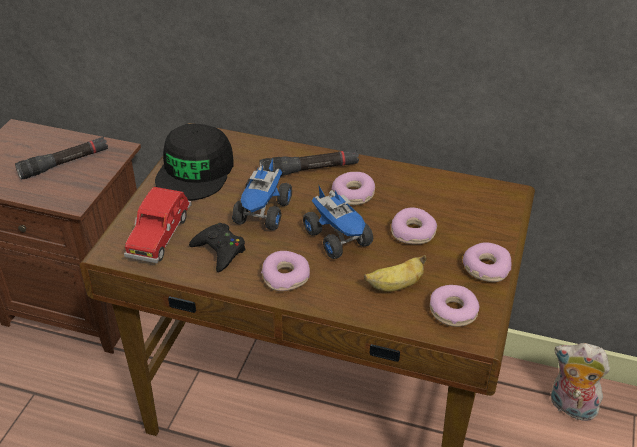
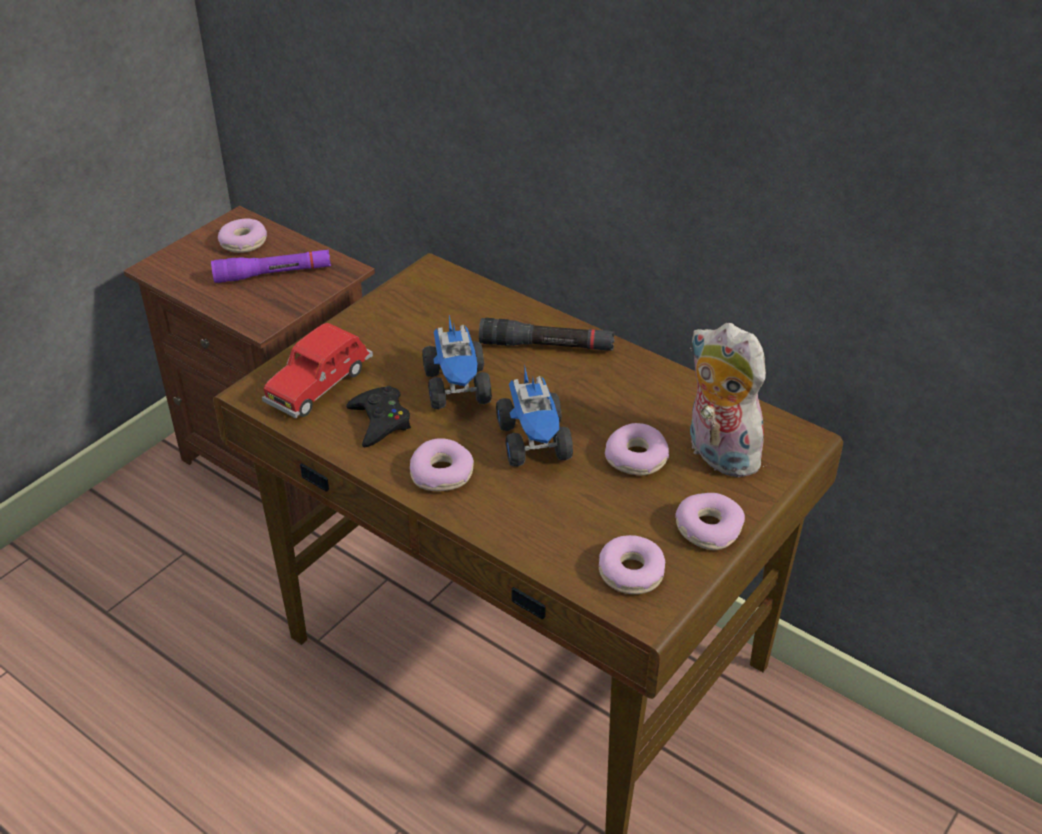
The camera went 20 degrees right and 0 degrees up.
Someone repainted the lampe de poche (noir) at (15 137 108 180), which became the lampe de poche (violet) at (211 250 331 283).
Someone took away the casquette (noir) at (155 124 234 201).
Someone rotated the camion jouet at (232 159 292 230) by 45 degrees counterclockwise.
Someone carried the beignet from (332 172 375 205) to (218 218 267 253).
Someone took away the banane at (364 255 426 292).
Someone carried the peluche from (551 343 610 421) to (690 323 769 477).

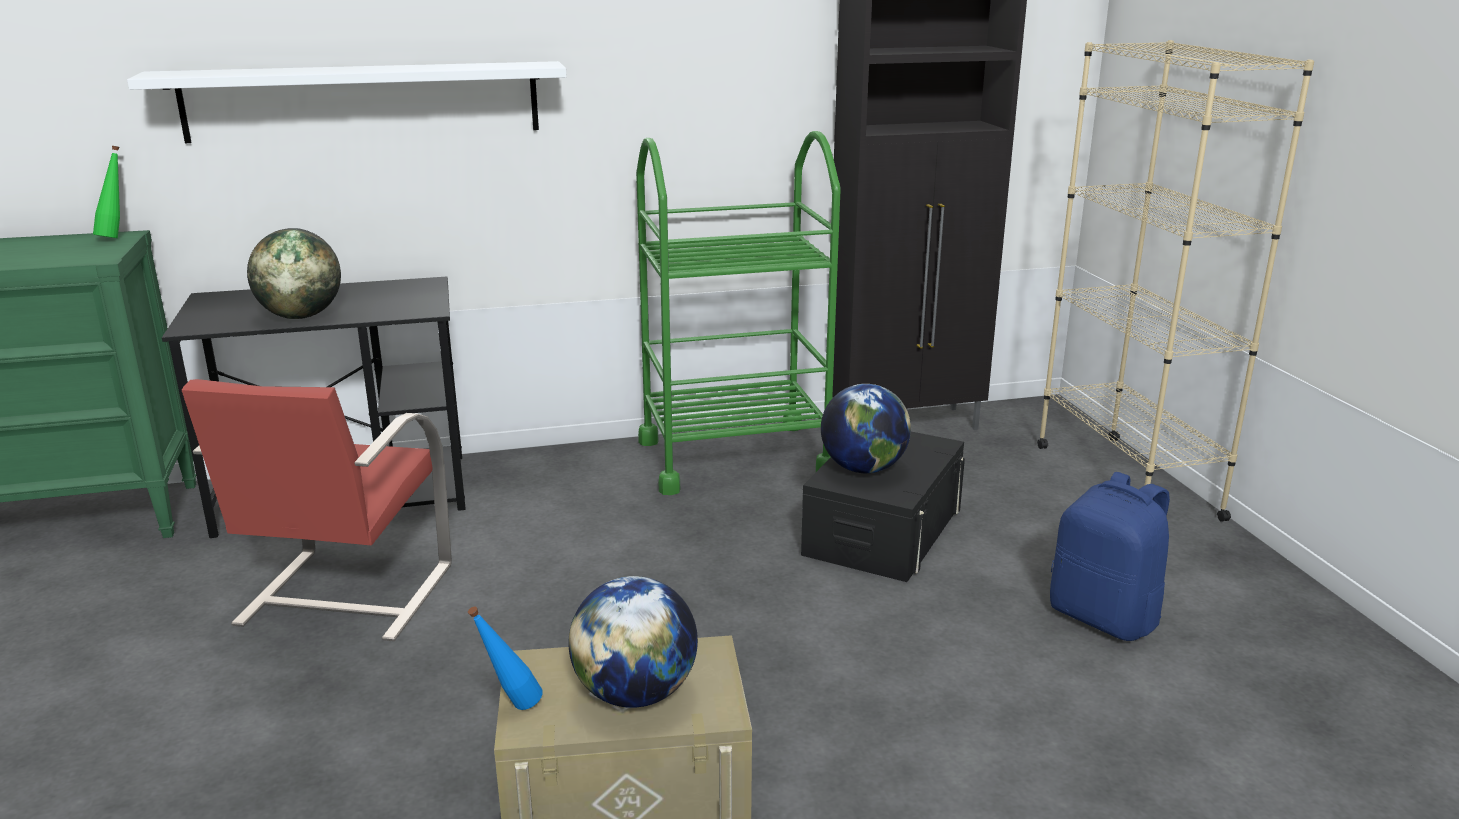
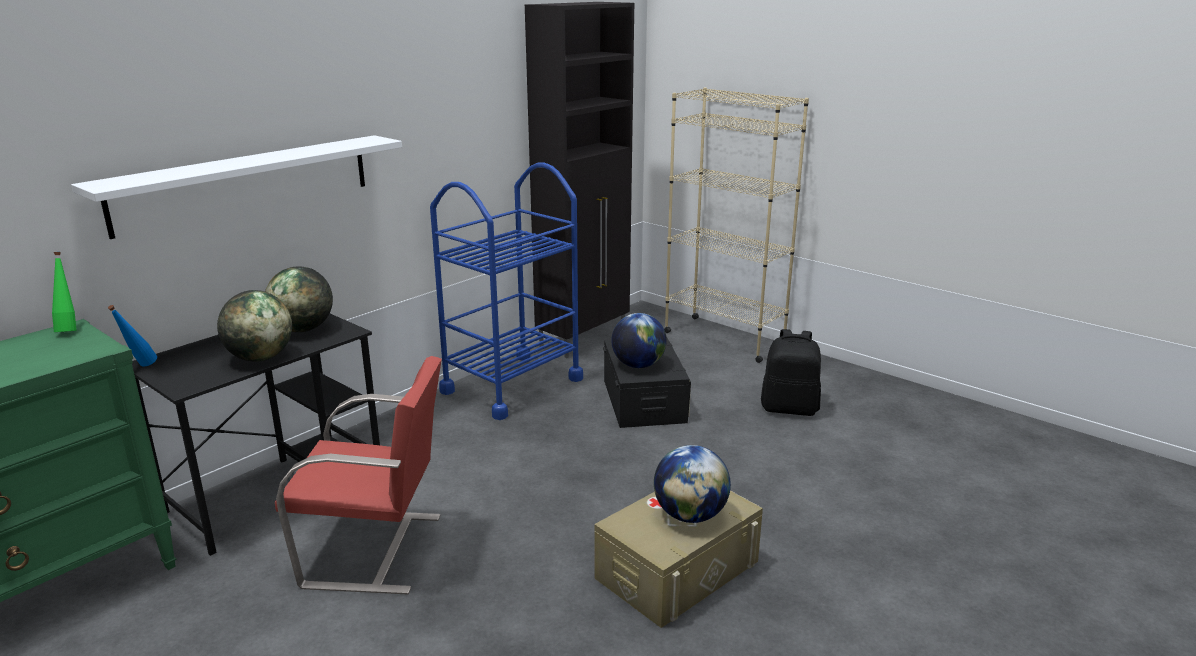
The camera went 35 degrees left and 0 degrees up.
Someone rotated the chaise (rouge) at (182 379 452 641) by 60 degrees counterclockwise.
Someone carried the bouteille (bleu) from (468 607 543 710) to (108 305 157 366).
Someone repainted the chariot (vert) at (636 131 841 495), which became the chariot (bleu) at (430 163 583 420).
Someone repainted the sac à dos (bleu) at (1050 472 1170 641), which became the sac à dos (noir) at (761 329 821 416).
Someone put down the globe at (265 266 333 332).

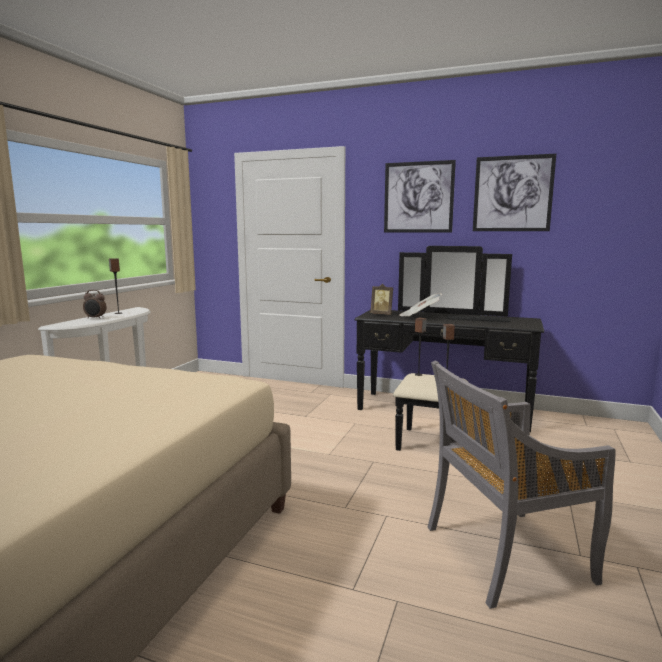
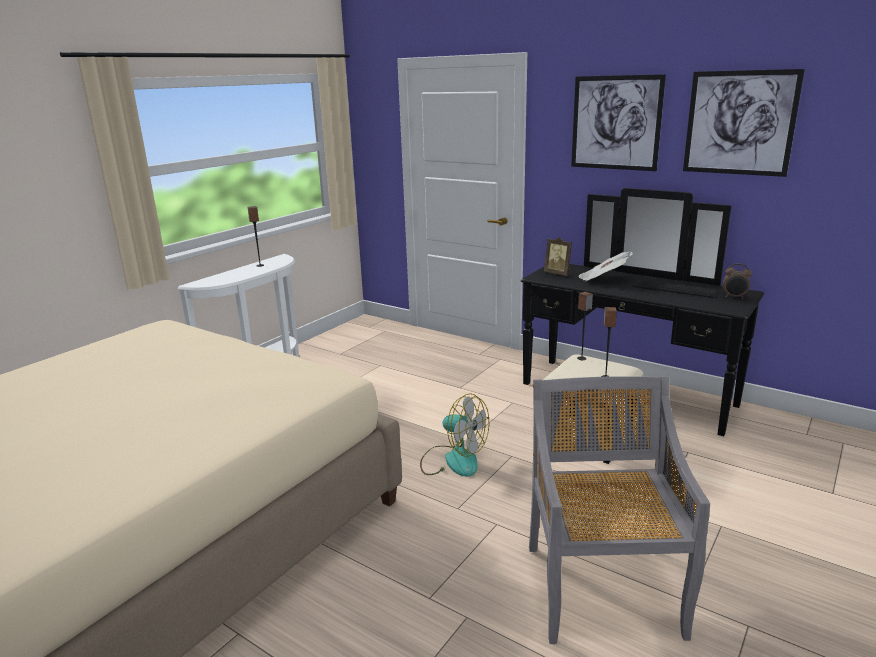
The camera went 15 degrees right and 10 degrees up.
Someone carried the réveil from (83 290 107 319) to (723 264 752 299).
Someone rotated the chaise (gris) at (428 360 616 609) by 90 degrees clockwise.
Someone put down the ventilateur at (420 393 489 477).

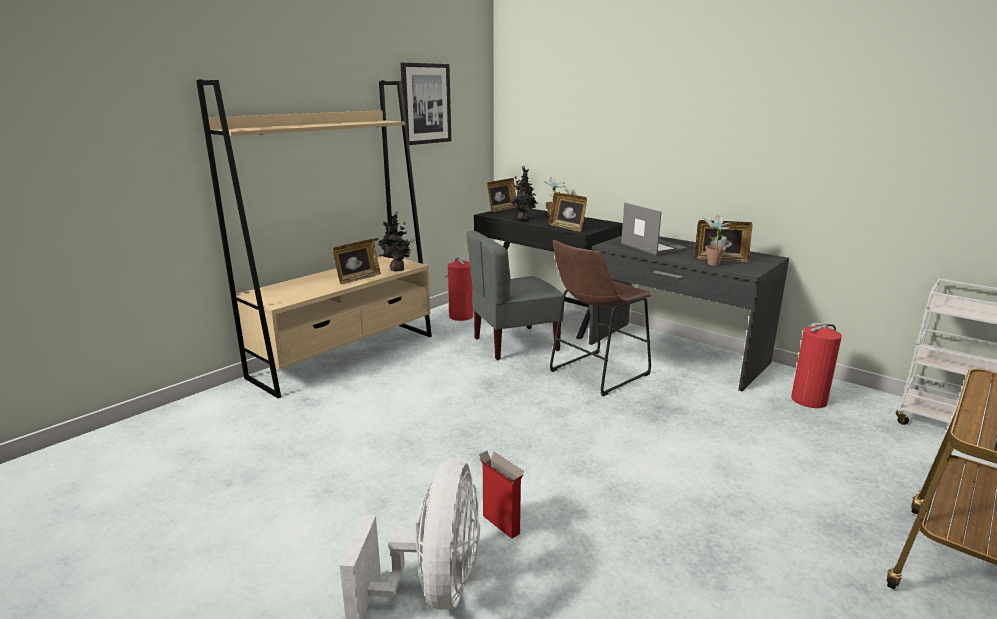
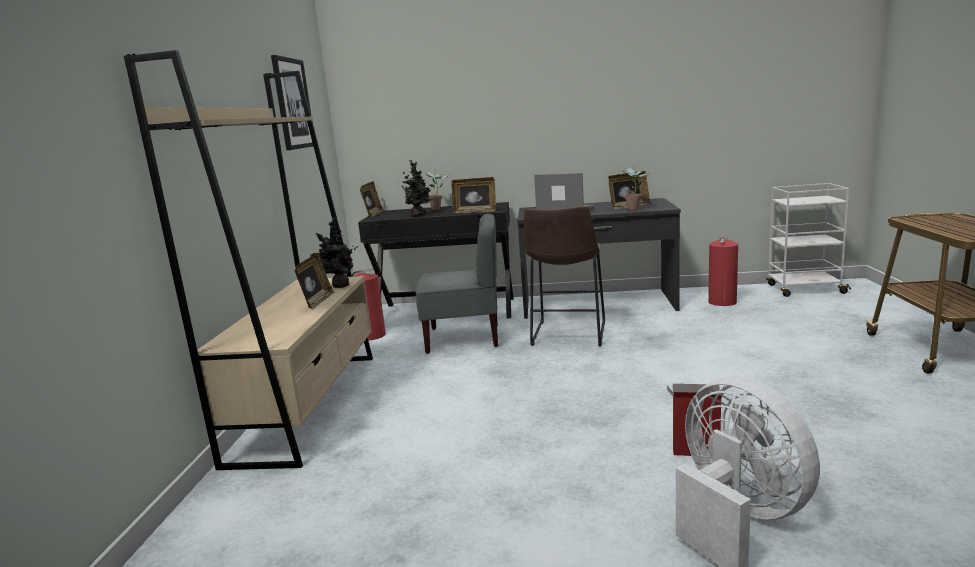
The camera went 35 degrees left and 5 degrees down.
Someone rotated the chaise (gris) at (467 231 564 360) by 120 degrees counterclockwise.

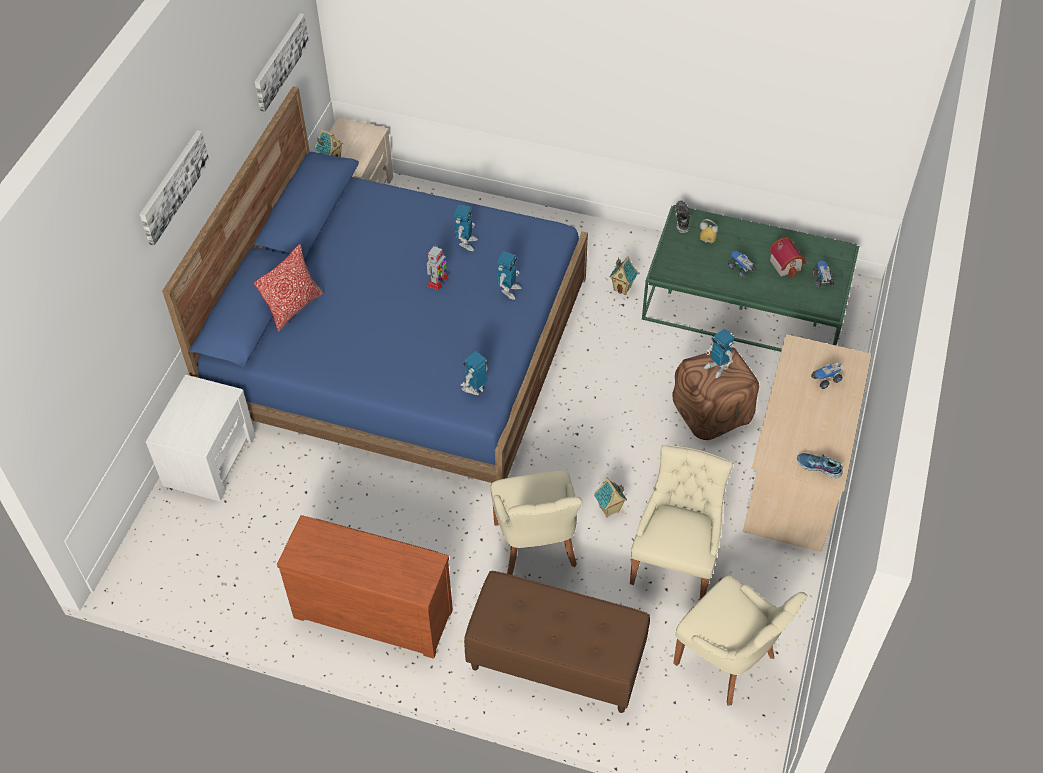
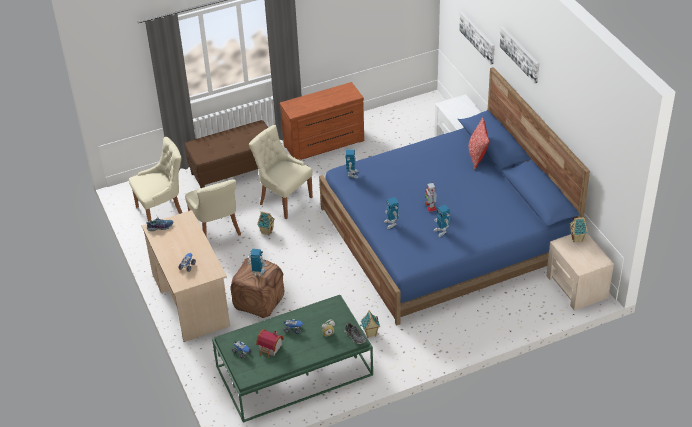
The camera went 140 degrees right and 10 degrees down.
Someone carried the tableau from (254 13 309 112) to (459 12 495 65).
Someone rotated the chaise (beige) at (673 575 808 705) by 150 degrees clockwise.

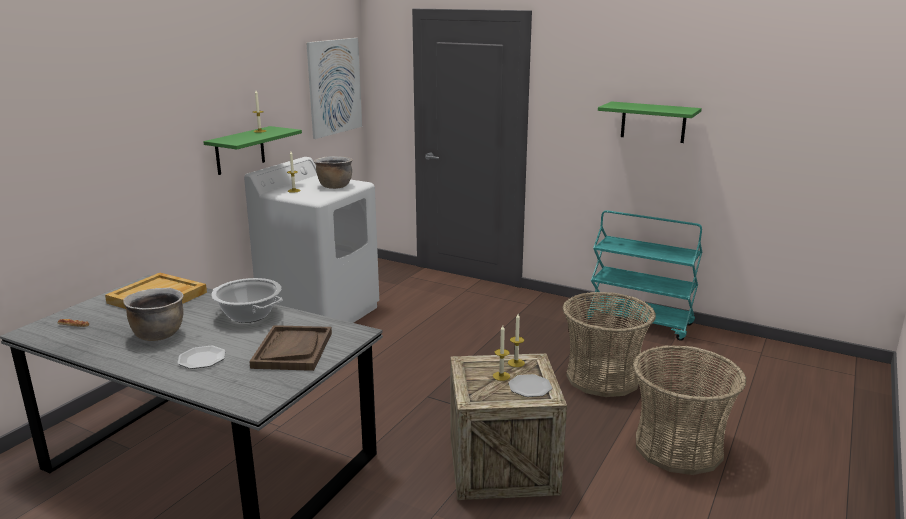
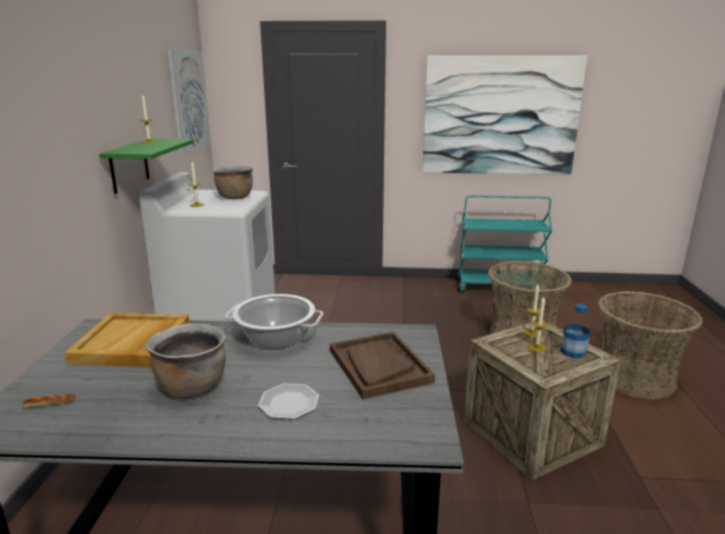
The camera went 25 degrees left and 0 degrees up.
Someone swapped the assiette at (508 374 552 397) for the bouteille at (560 304 590 358).
Someone swapped the étagère (vert) at (598 101 702 143) for the tableau at (422 55 588 175).

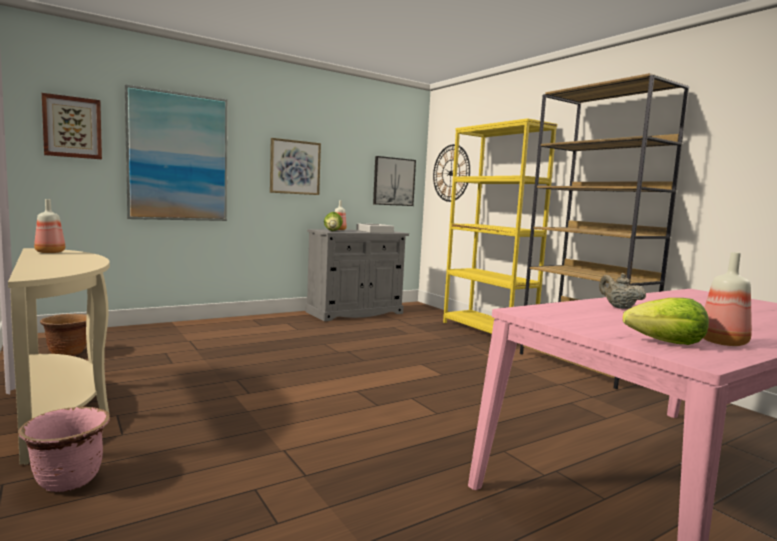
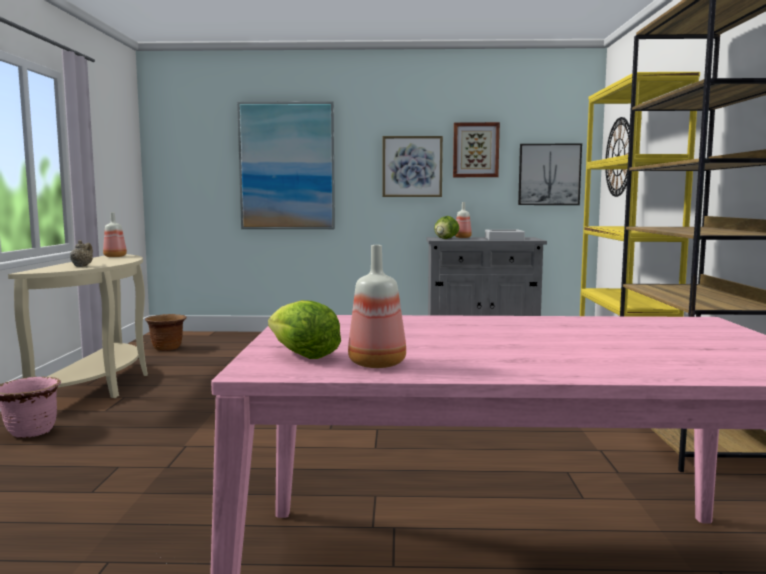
The camera went 35 degrees right and 0 degrees up.
Someone carried the tableau from (42 93 102 159) to (453 122 500 177).
Someone carried the théière (beige) from (599 273 646 309) to (70 240 93 267).

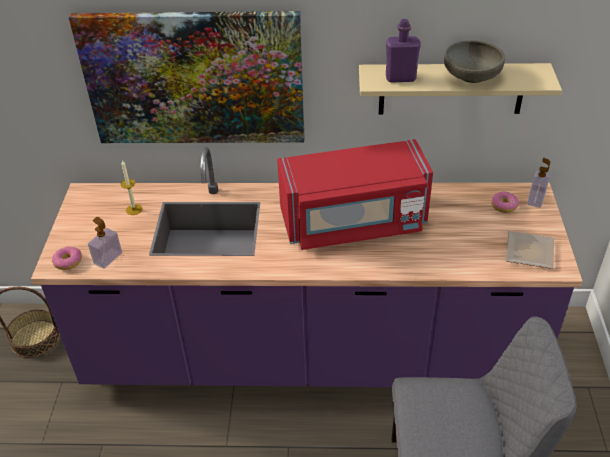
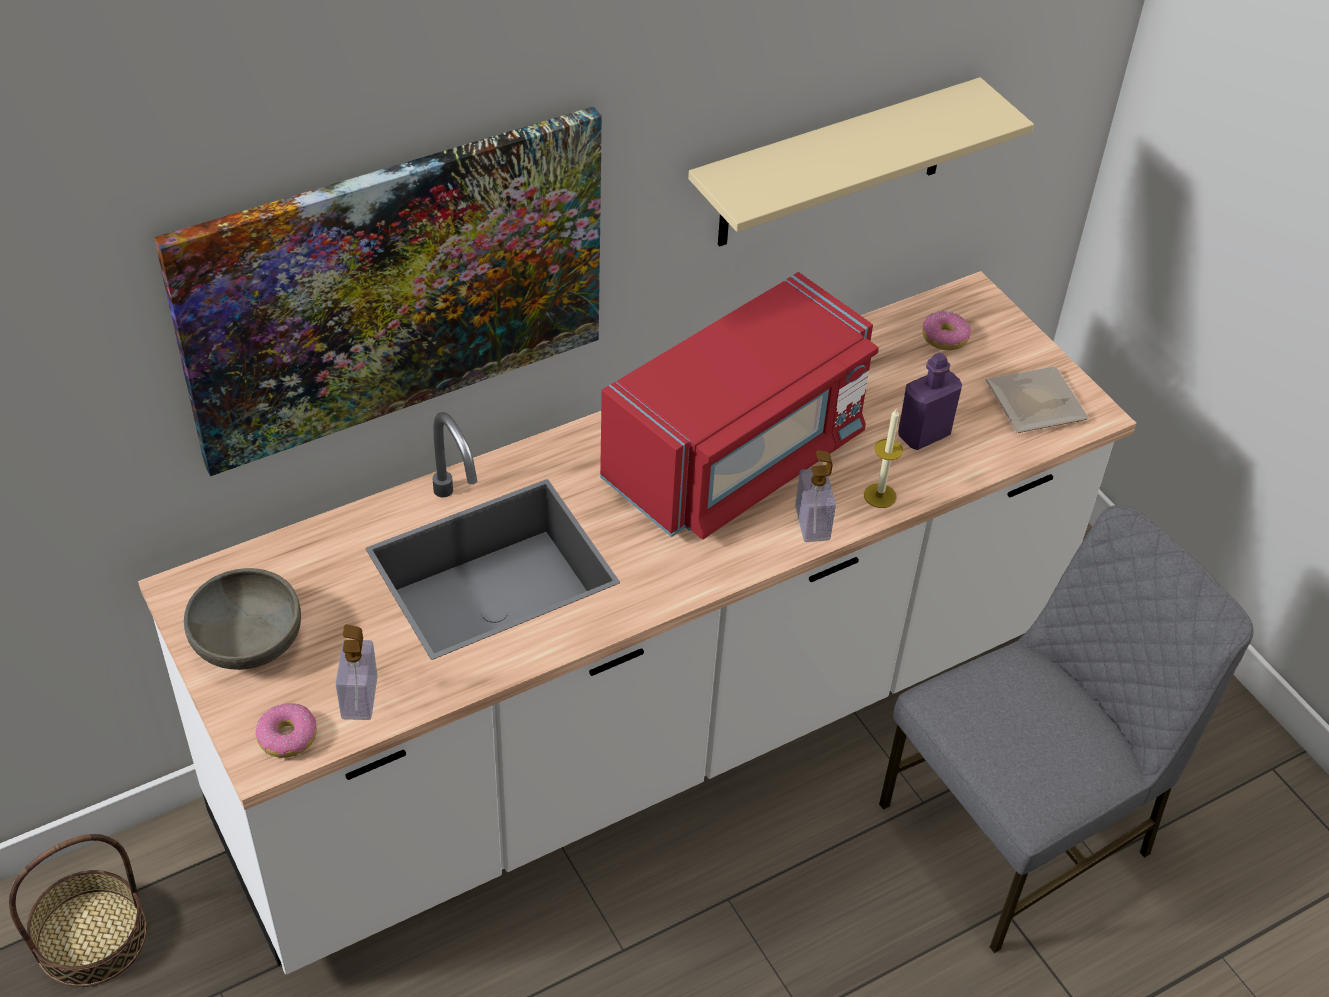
The camera went 35 degrees left and 5 degrees up.
Someone repainted the comptoir de cuisine (violet) at (31 147 583 387), which became the comptoir de cuisine (blanc) at (138 271 1137 975).
Someone carried the bougie from (121 160 143 215) to (864 408 903 508).
Someone carried the bouteille (violet) from (386 19 421 83) to (898 353 962 450).
Someone carried the bol (gris) from (444 40 505 83) to (184 568 301 670).
Someone carried the distributeur de savon from (527 158 550 208) to (795 450 836 542).

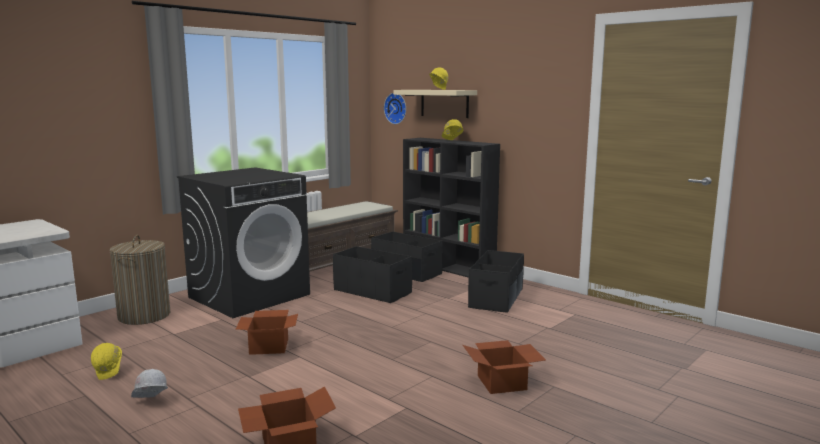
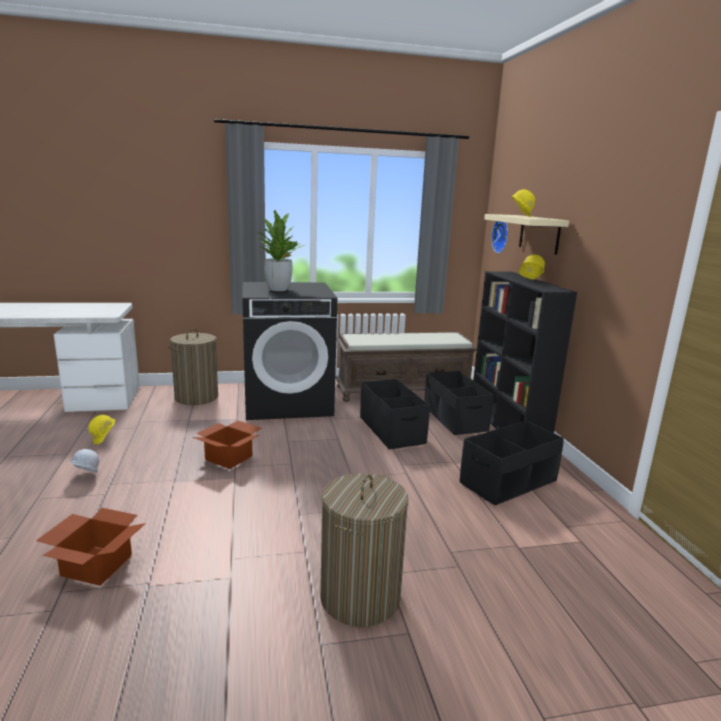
The camera went 35 degrees right and 5 degrees up.
Someone swapped the carton at (463 340 546 394) for the panier à linge at (320 473 409 627).
Someone put down the plante en pot at (258 210 305 291).

